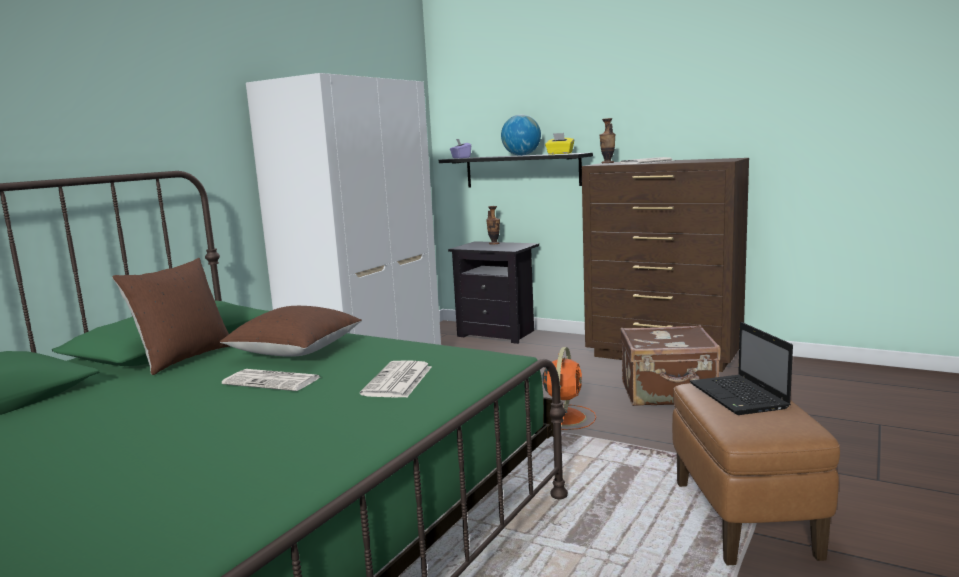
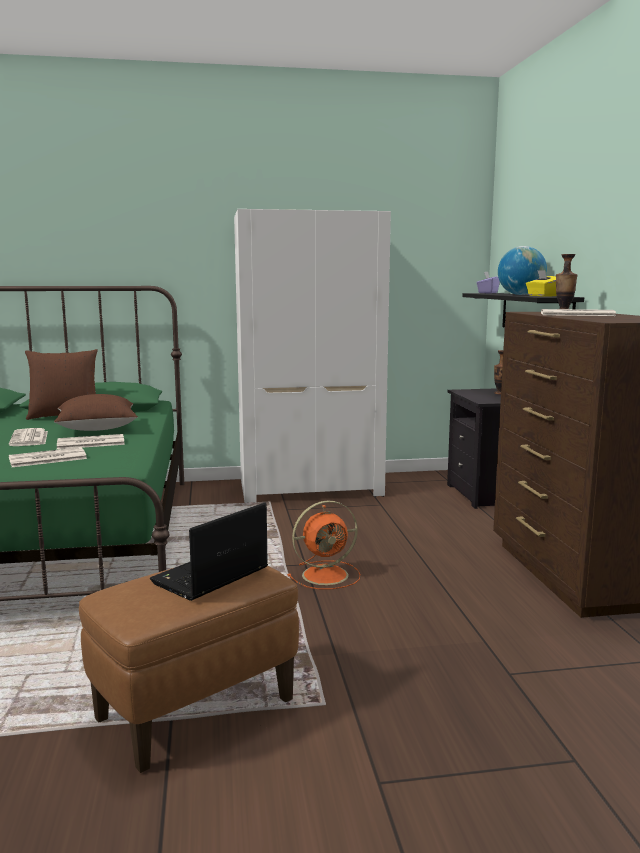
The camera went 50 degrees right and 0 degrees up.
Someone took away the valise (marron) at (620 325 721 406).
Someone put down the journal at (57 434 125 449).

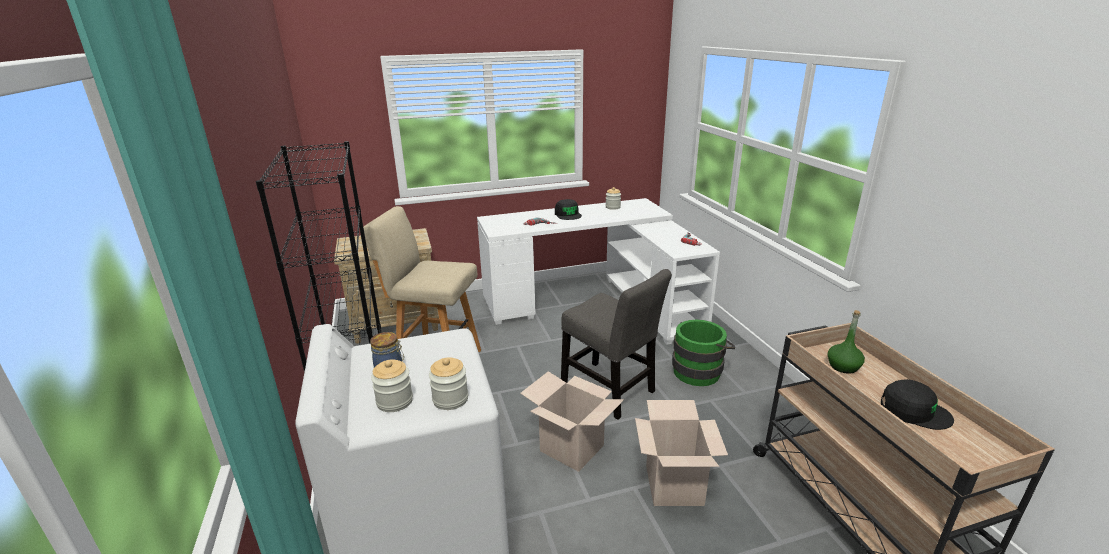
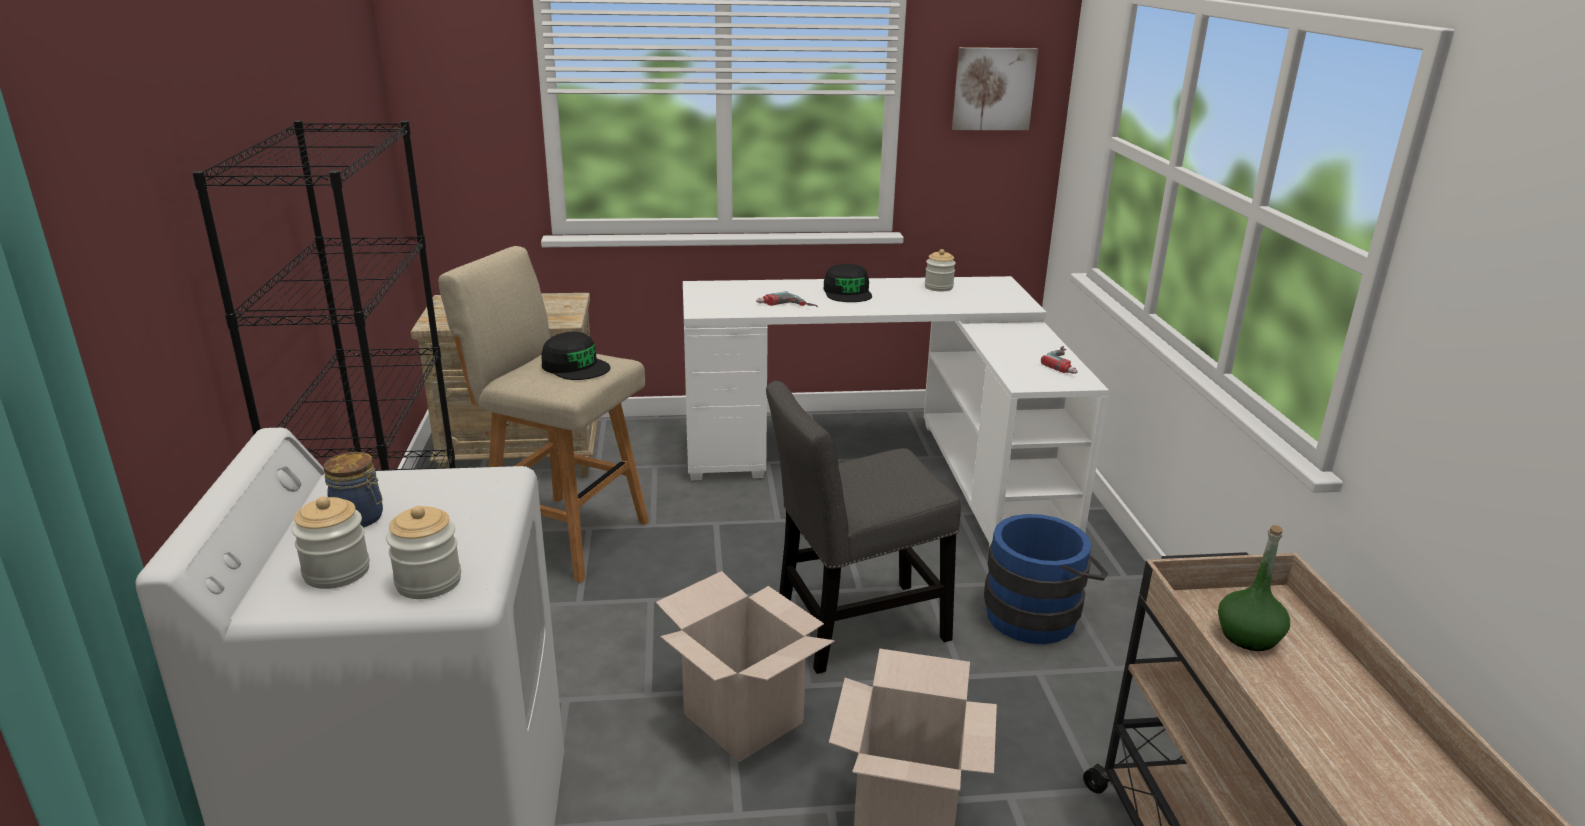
The camera went 10 degrees right and 0 degrees up.
Someone rotated the chaise (gris) at (561 269 672 420) by 105 degrees clockwise.
Someone repainted the seau (vert) at (672 320 735 386), which became the seau (bleu) at (984 514 1108 644).
Someone carried the casquette (noir) from (881 379 954 430) to (541 332 610 380).
Someone put up the tableau at (952 47 1038 130).

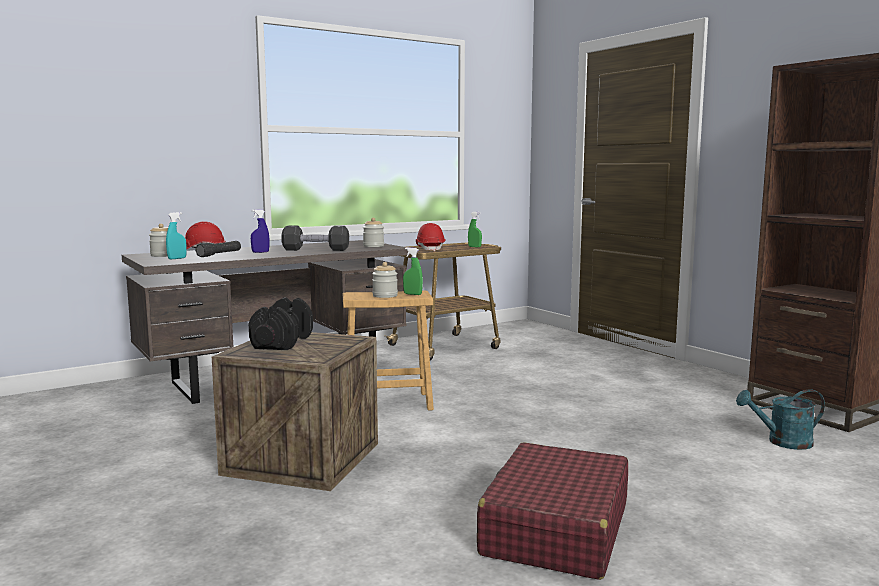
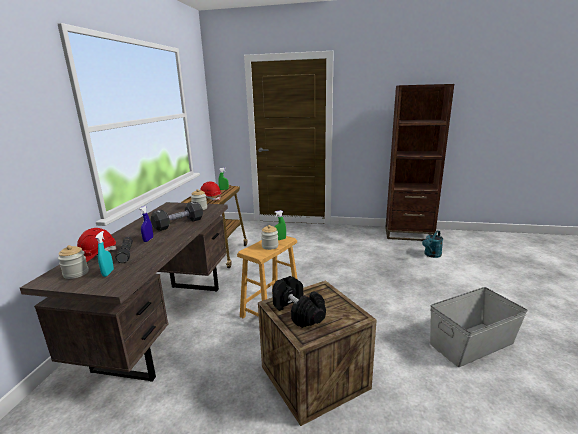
The camera went 45 degrees left and 10 degrees up.
Someone swapped the valise (rouge) at (477 442 628 580) for the boîte de rangement (gris) at (430 287 528 367).

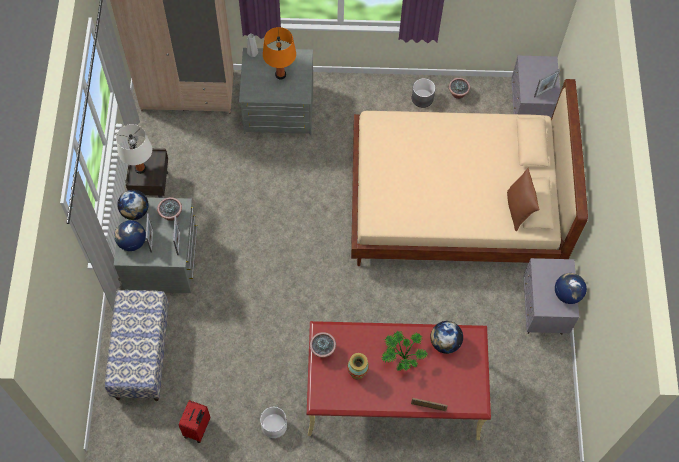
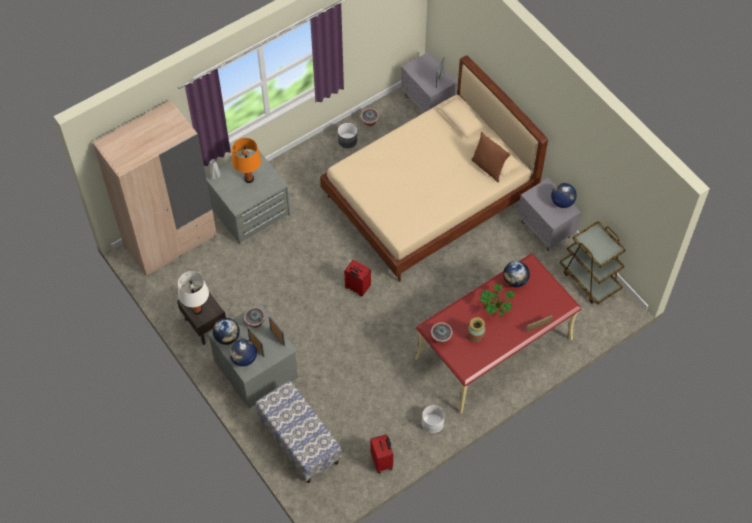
The camera went 35 degrees left and 5 degrees down.
Someone put down the valise (rouge) at (344 260 371 296).
Someone put down the chariot (marron) at (560 221 626 304).

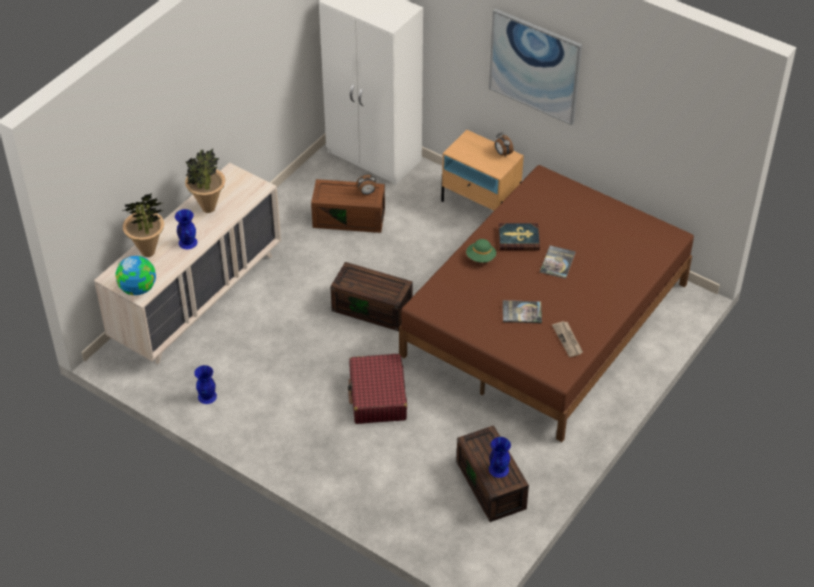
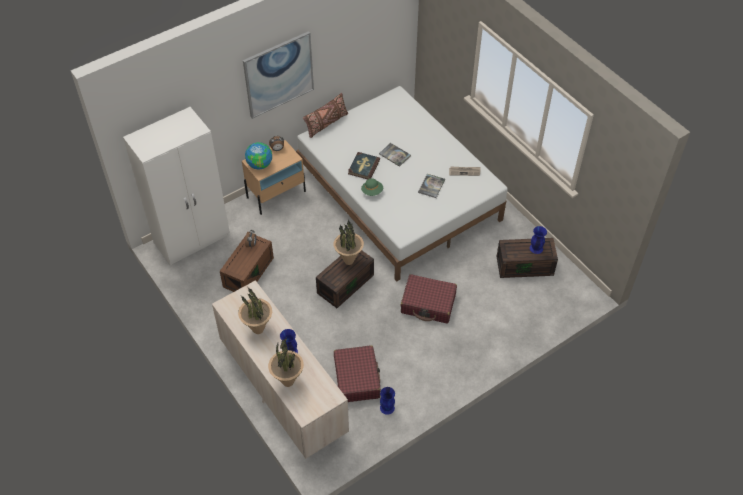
The camera went 70 degrees left and 5 degrees up.
Someone carried the globe from (115 256 156 295) to (245 142 272 169).
Someone repainted the lit (marron) at (399 165 694 442), which became the lit (blanc) at (296 86 508 282).
Someone put down the coussin (marron) at (303 93 348 138).
Someone put down the plante en pot at (334 220 364 265).
Someone put down the valise (rouge) at (334 345 381 402).

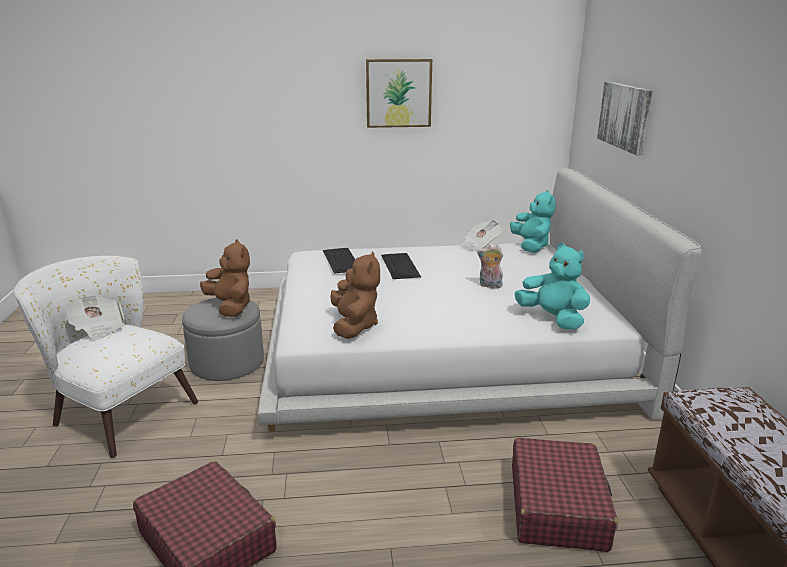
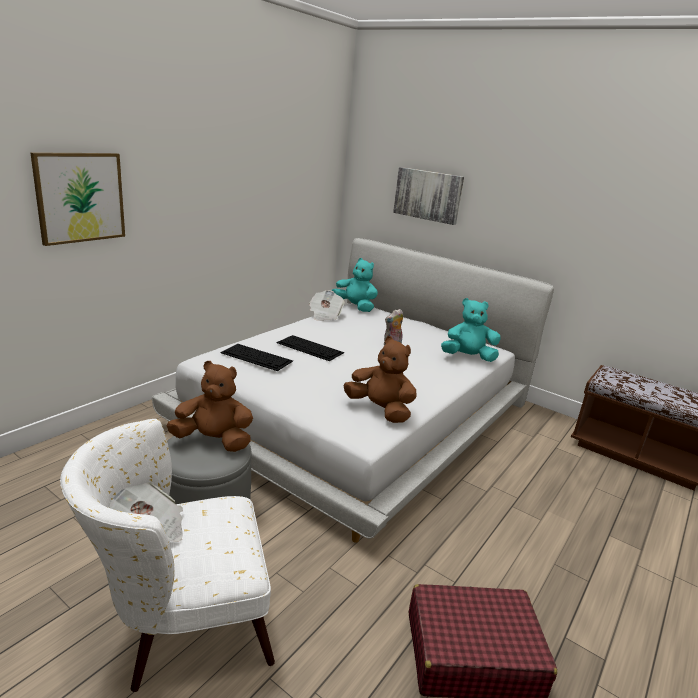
The camera went 50 degrees left and 0 degrees up.
Someone carried the tableau from (366 59 432 128) to (30 152 125 246).
Someone took away the valise (rouge) at (512 438 618 552).

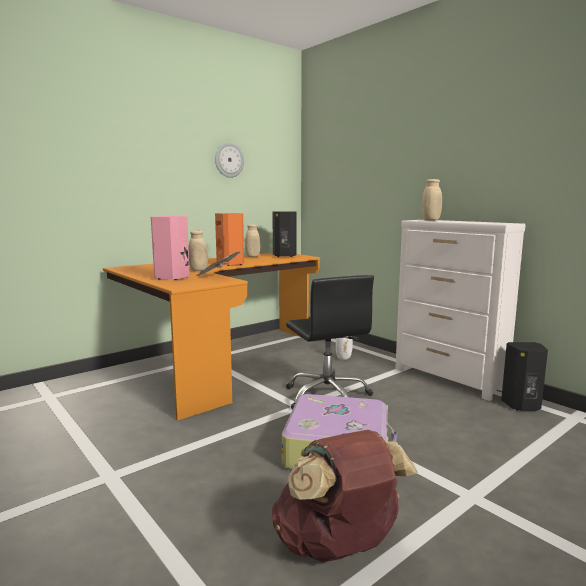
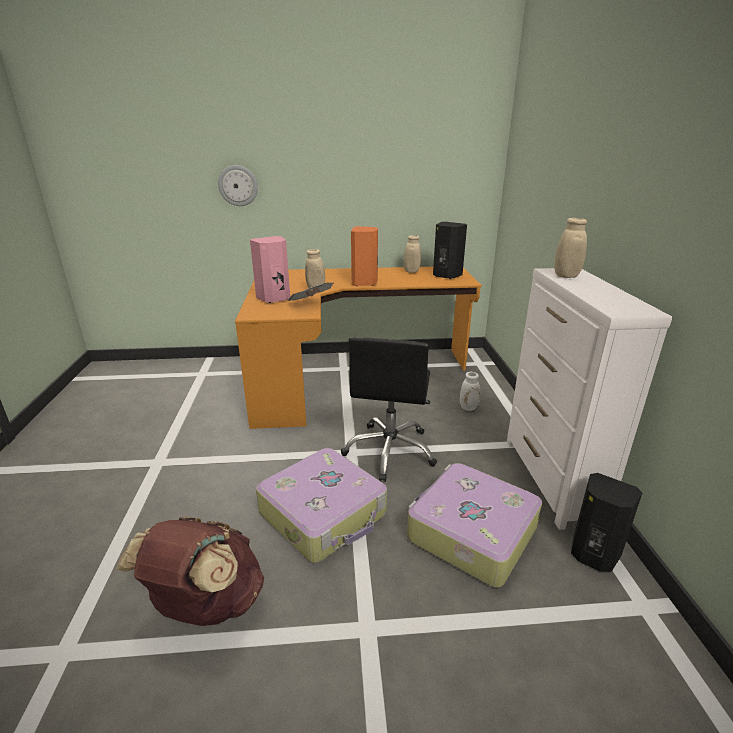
The camera went 35 degrees right and 15 degrees up.
Someone carried the horloge murale from (215 142 244 178) to (218 165 258 206).
Someone put down the valise at (407 463 542 588).

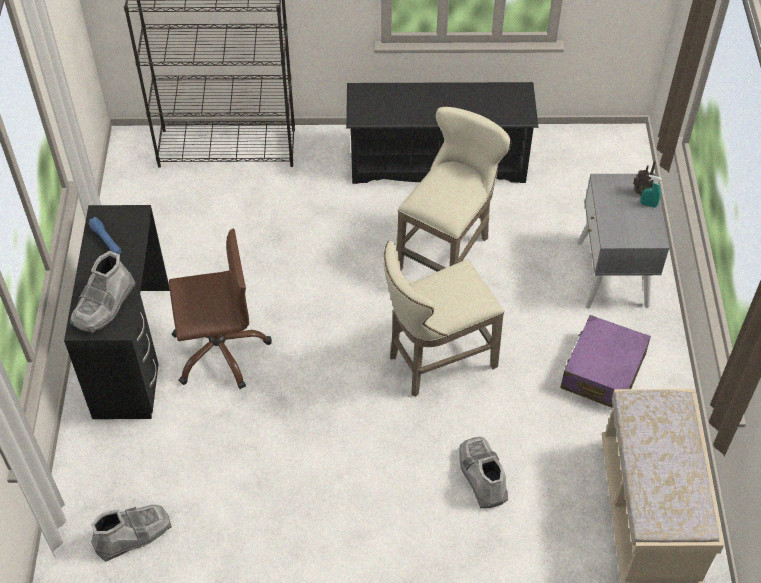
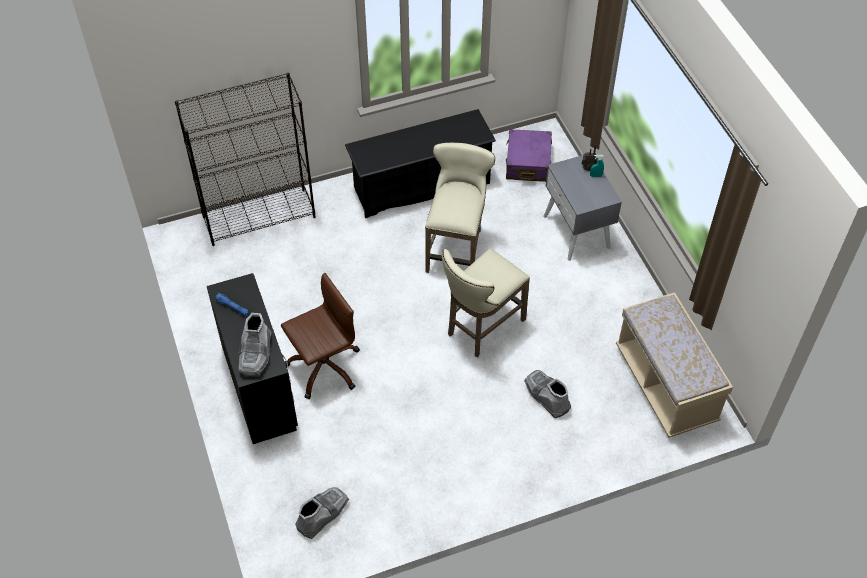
The camera went 20 degrees left and 0 degrees up.
Someone carried the valise (violet) from (560 315 651 408) to (506 129 552 182).

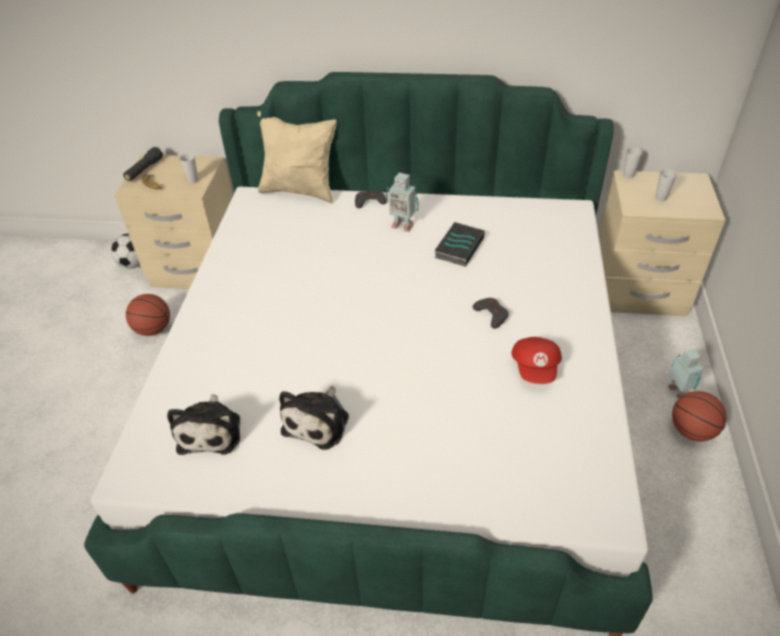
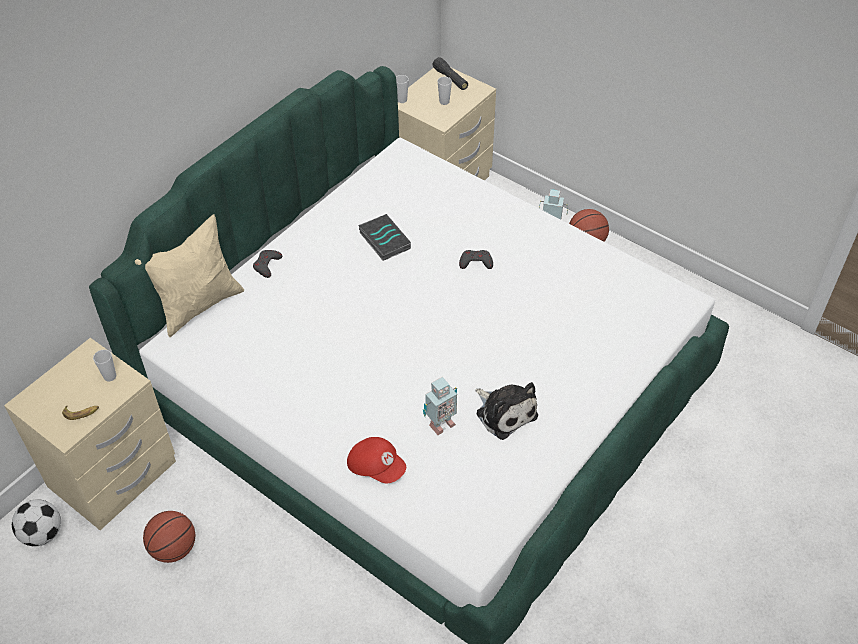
The camera went 60 degrees left and 5 degrees up.
Someone carried the lampe de poche (noir) from (123 147 163 181) to (432 57 468 90).
Someone took away the peluche at (167 394 240 455).
Someone carried the robot jouet from (386 173 418 232) to (423 377 457 435).
Someone carried the casquette (rouge) from (511 337 562 384) to (347 437 406 484).

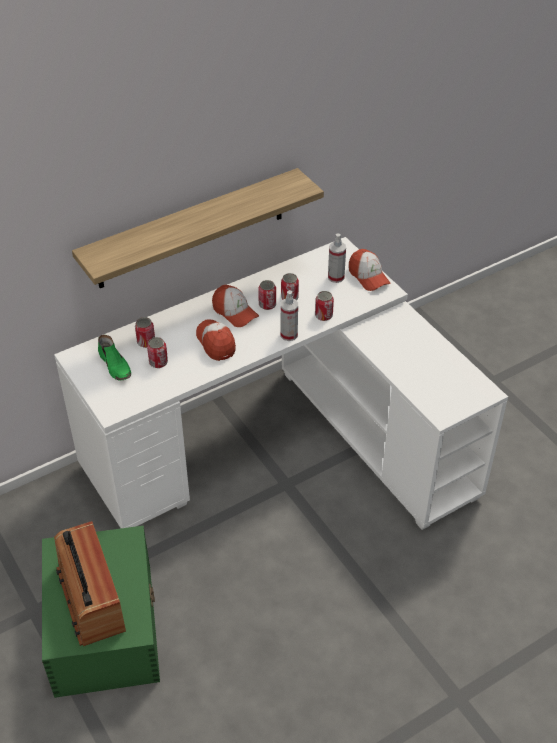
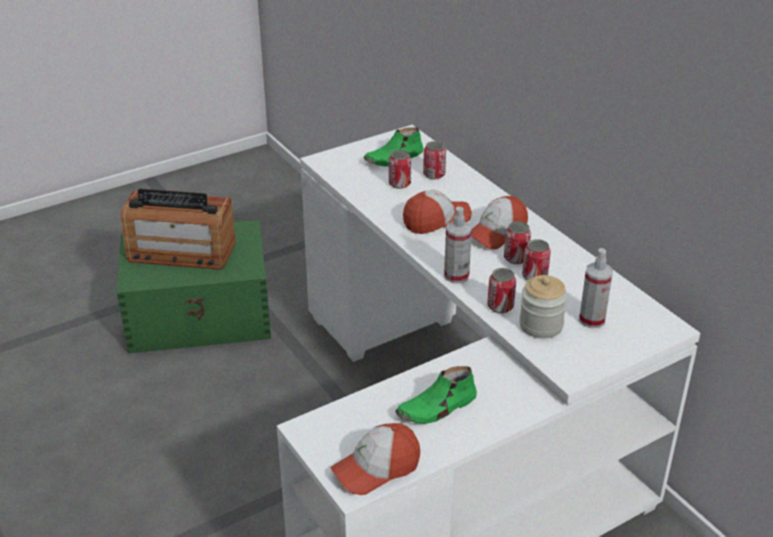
The camera went 90 degrees right and 10 degrees down.
Someone rotated the radio at (54 521 126 646) by 150 degrees counterclockwise.
Someone took away the étagère at (72 168 324 288).
Someone carried the casquette from (349 249 390 291) to (331 423 420 495).
Someone put down the chaussure (vert) at (395 366 477 424).
Someone put down the bocal at (519 275 567 338).

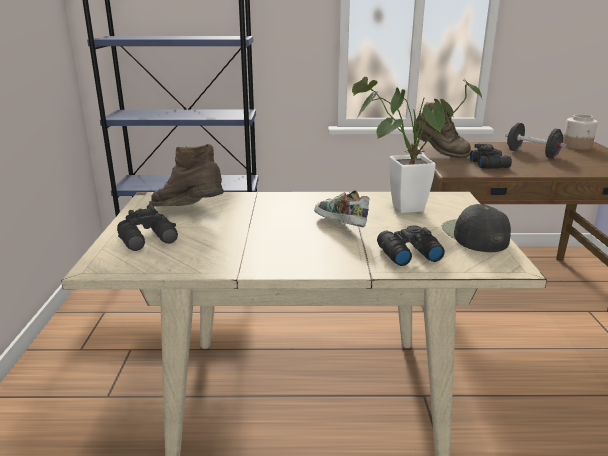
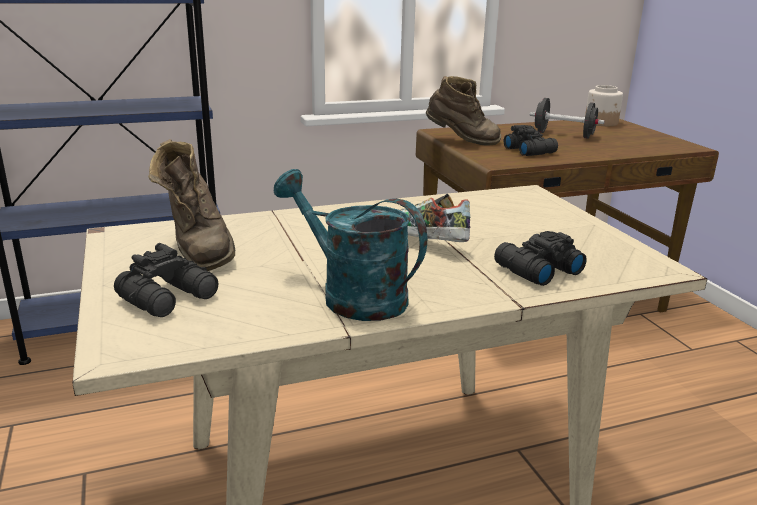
The camera went 20 degrees left and 0 degrees up.
Someone rotated the botte (marron) at (149 144 224 207) by 120 degrees counterclockwise.
Someone took away the plante en pot at (352 77 482 213).
Someone took away the casquette (noir) at (442 204 511 252).
Someone put down the arrosoir (turquoise) at (274 169 427 321).

